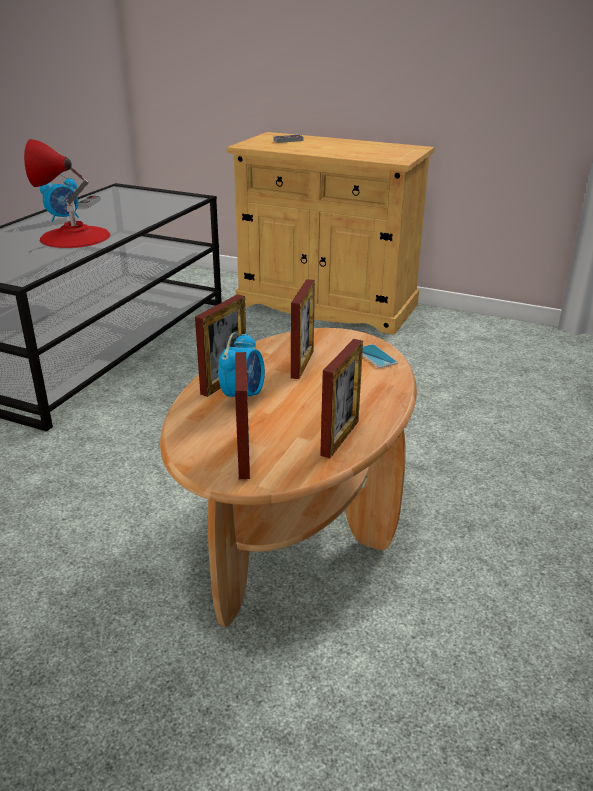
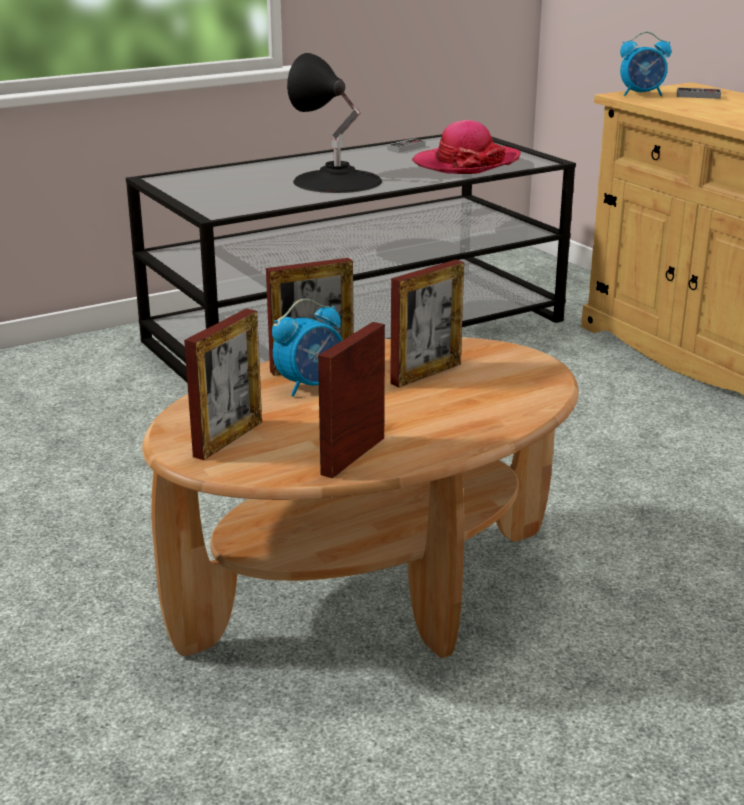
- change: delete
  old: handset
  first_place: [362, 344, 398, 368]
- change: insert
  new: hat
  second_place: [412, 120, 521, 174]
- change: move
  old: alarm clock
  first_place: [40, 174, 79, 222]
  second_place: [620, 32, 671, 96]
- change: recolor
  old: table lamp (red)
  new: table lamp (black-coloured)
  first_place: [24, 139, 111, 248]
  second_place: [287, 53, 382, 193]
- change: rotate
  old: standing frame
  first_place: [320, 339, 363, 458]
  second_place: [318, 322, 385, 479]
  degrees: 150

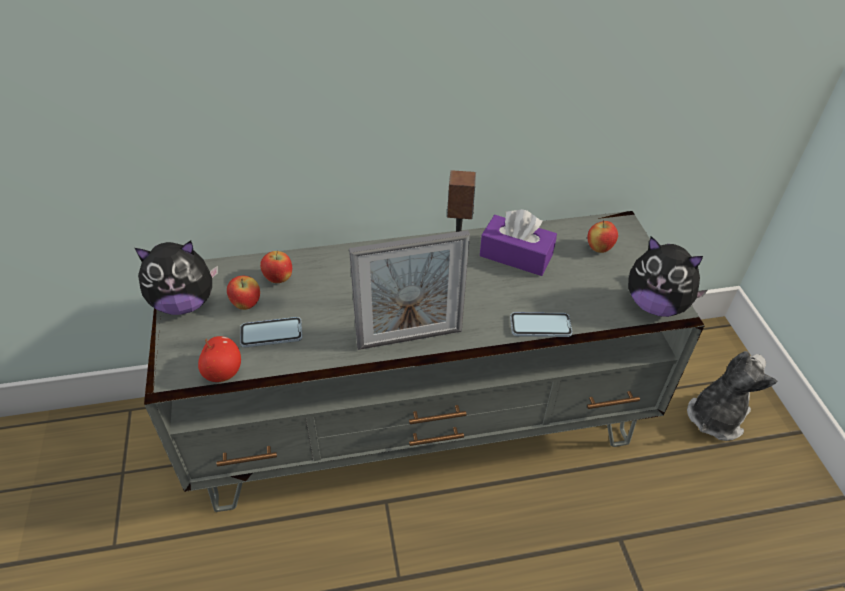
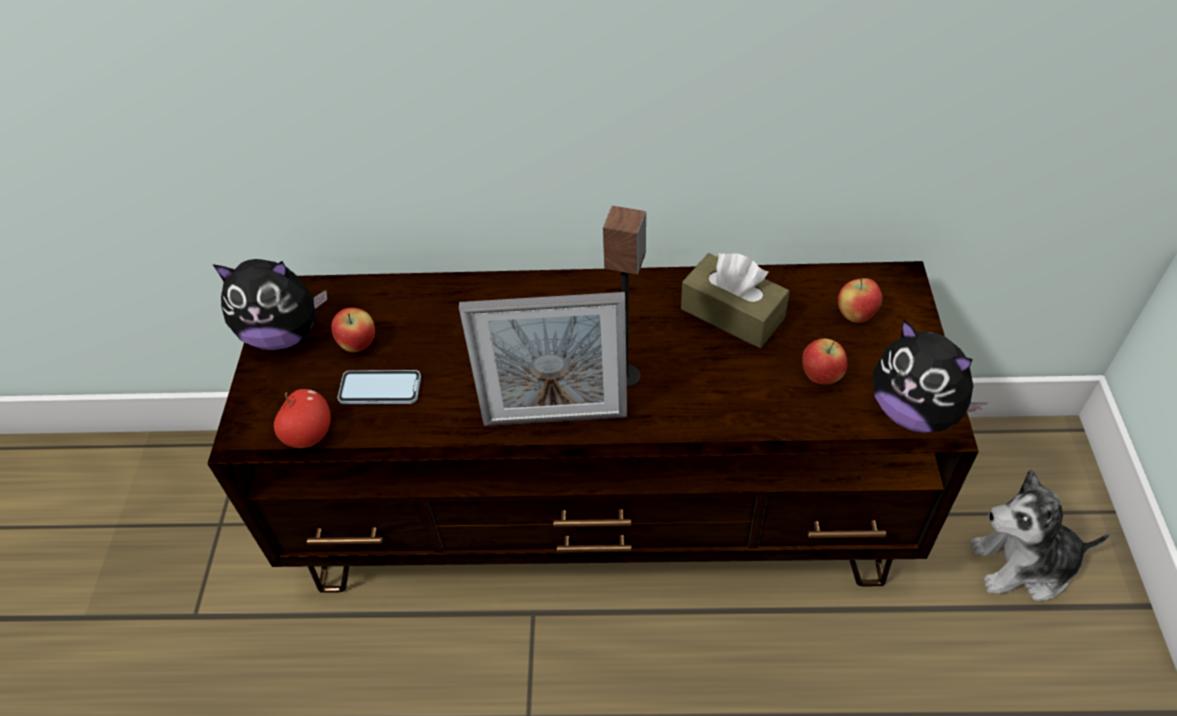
- change: delete
  old: handset
  first_place: [510, 312, 572, 337]
- change: move
  old: apple fruit
  first_place: [260, 251, 292, 283]
  second_place: [802, 339, 847, 384]
- change: recolor
  old: tv unit (gray)
  new: tv unit (brown-coloured)
  first_place: [144, 211, 704, 512]
  second_place: [208, 261, 979, 593]
- change: recolor
  old: tissue box (purplish)
  new: tissue box (brown-coloured)
  first_place: [480, 209, 557, 276]
  second_place: [681, 253, 790, 348]
- change: rotate
  old: soft toy
  first_place: [687, 351, 777, 441]
  second_place: [970, 469, 1110, 601]
  degrees: -150

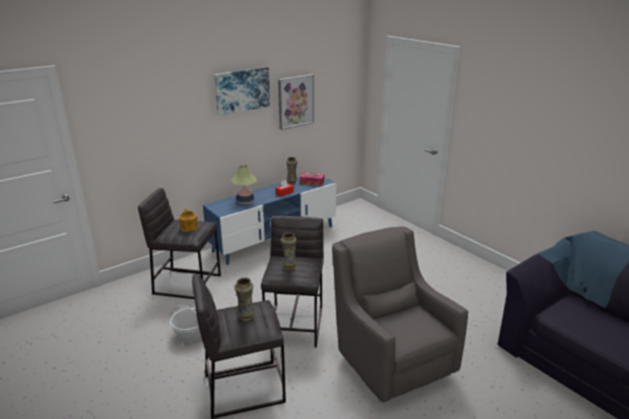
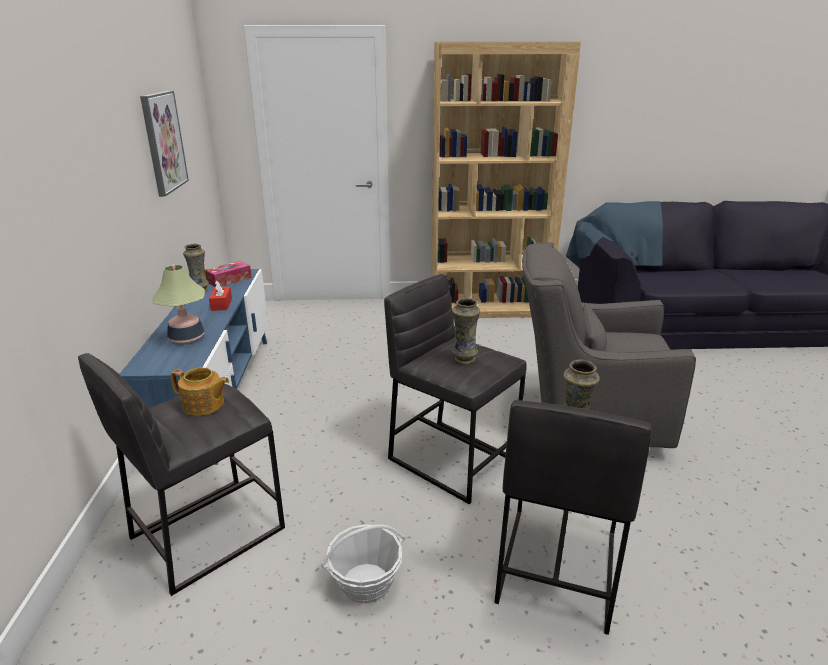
- change: delete
  old: wall picture
  first_place: [214, 67, 270, 116]
- change: insert
  new: shelving unit (brown-coloured)
  second_place: [431, 41, 581, 318]

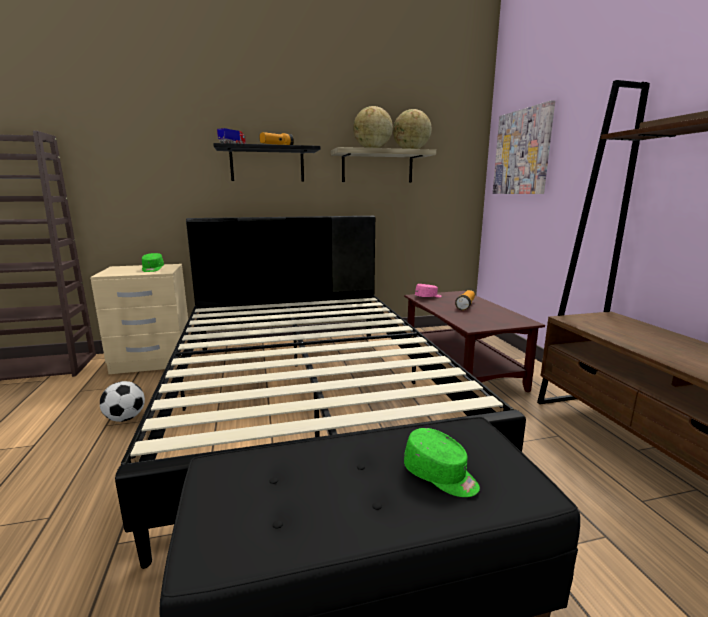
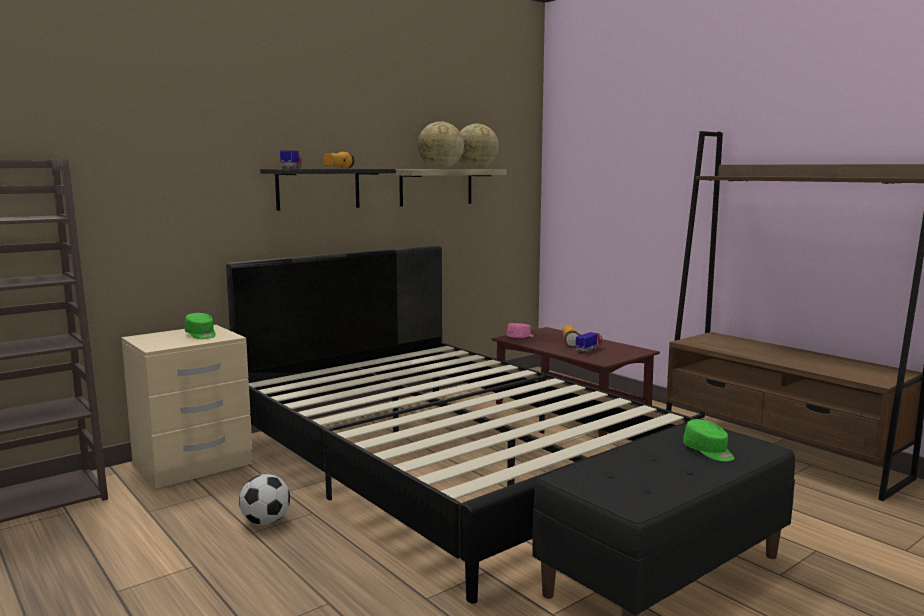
- change: delete
  old: wall picture
  first_place: [493, 100, 555, 194]
- change: insert
  new: toy lorry
  second_place: [575, 332, 602, 353]
- change: rotate
  old: baseball cap (greenish)
  first_place: [404, 428, 480, 497]
  second_place: [683, 419, 735, 462]
  degrees: 45

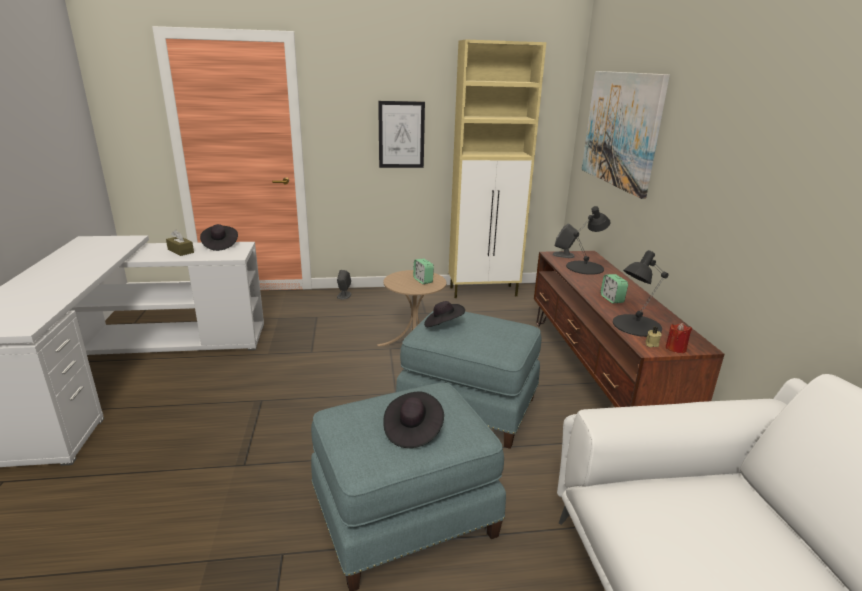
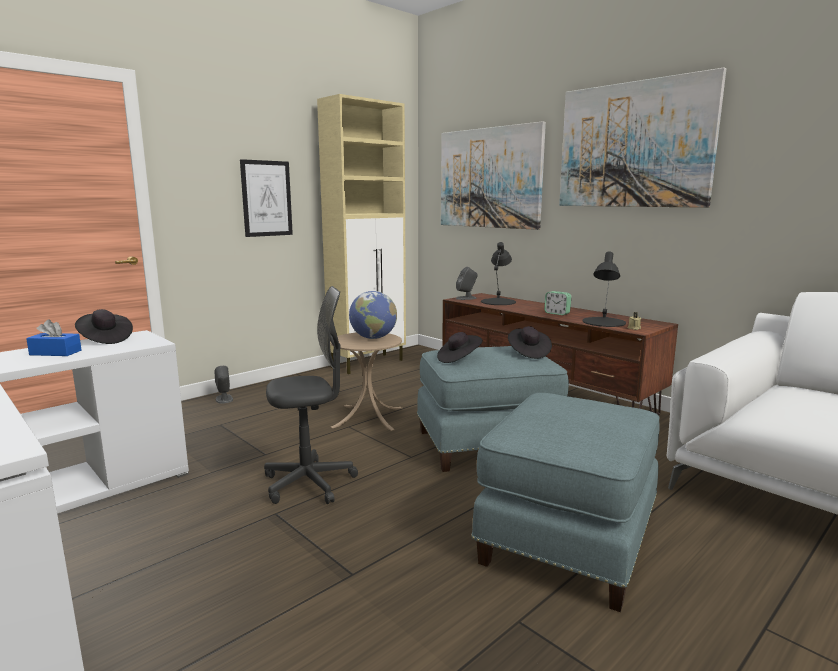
- change: delete
  old: wax light (red)
  first_place: [666, 323, 692, 353]
- change: insert
  new: desk chair (gray)
  second_place: [264, 286, 358, 504]
- change: insert
  new: wall picture
  second_place: [559, 68, 726, 208]
- change: move
  old: hat (black-coloured)
  first_place: [383, 391, 444, 448]
  second_place: [508, 326, 552, 359]
- change: replace
  old: alarm clock
  new: world globe
  first_place: [413, 258, 434, 284]
  second_place: [349, 291, 397, 339]
- change: recolor
  old: tissue box (brown-coloured)
  new: tissue box (bluish)
  first_place: [166, 230, 194, 256]
  second_place: [26, 319, 82, 356]

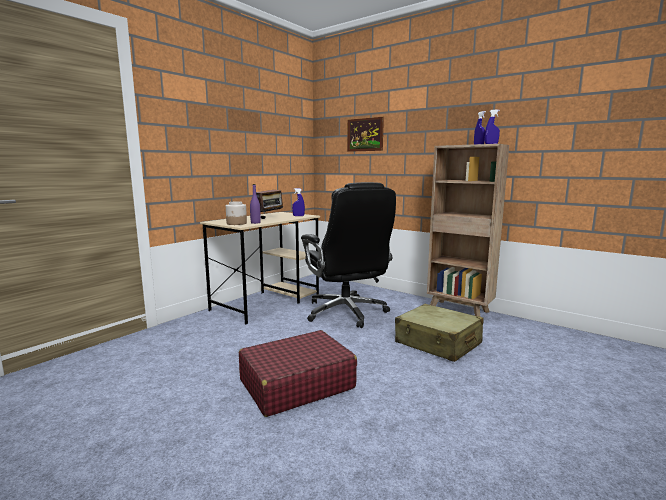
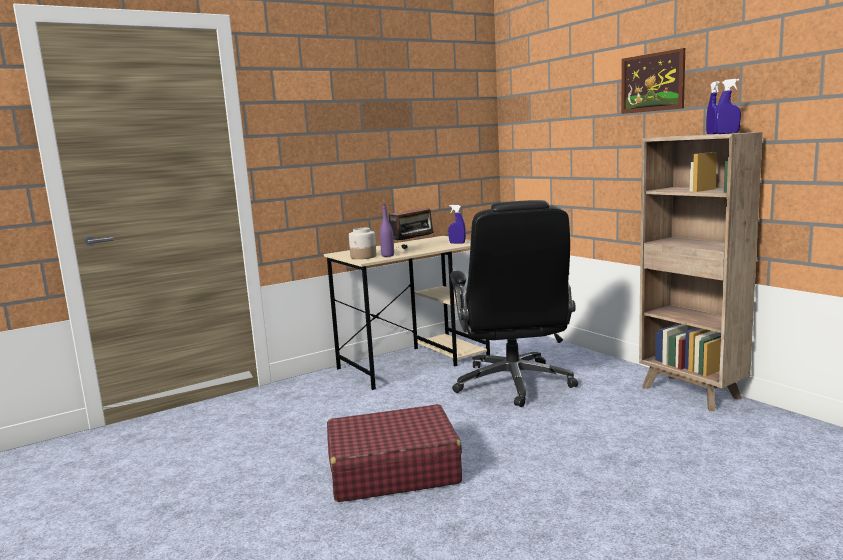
- change: delete
  old: travel case (beige)
  first_place: [395, 304, 483, 362]
- change: move
  old: wall picture
  first_place: [347, 117, 384, 152]
  second_place: [621, 48, 685, 114]

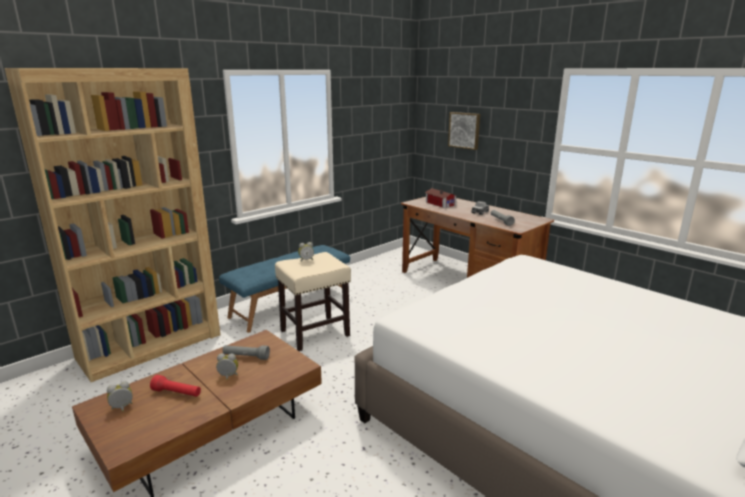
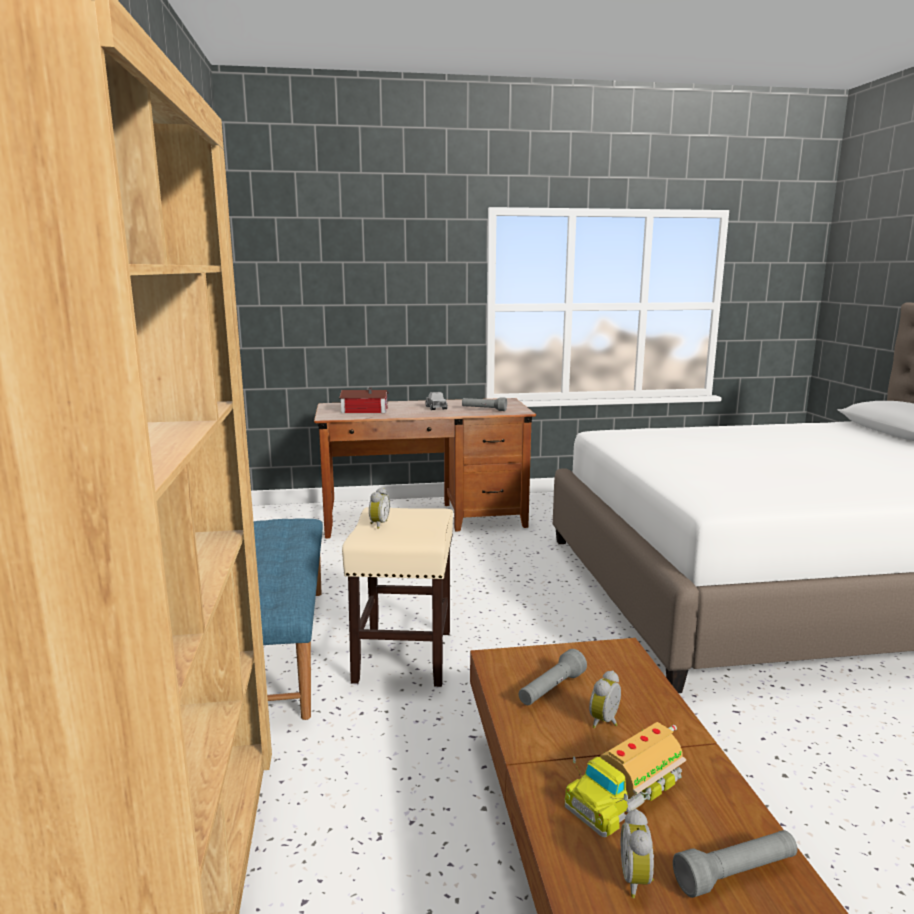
- change: delete
  old: wall picture
  first_place: [448, 112, 480, 150]
- change: insert
  new: flashlight (gray)
  second_place: [673, 830, 797, 898]
- change: replace
  old: flashlight (red)
  new: toy lorry
  first_place: [150, 375, 201, 397]
  second_place: [565, 722, 686, 837]

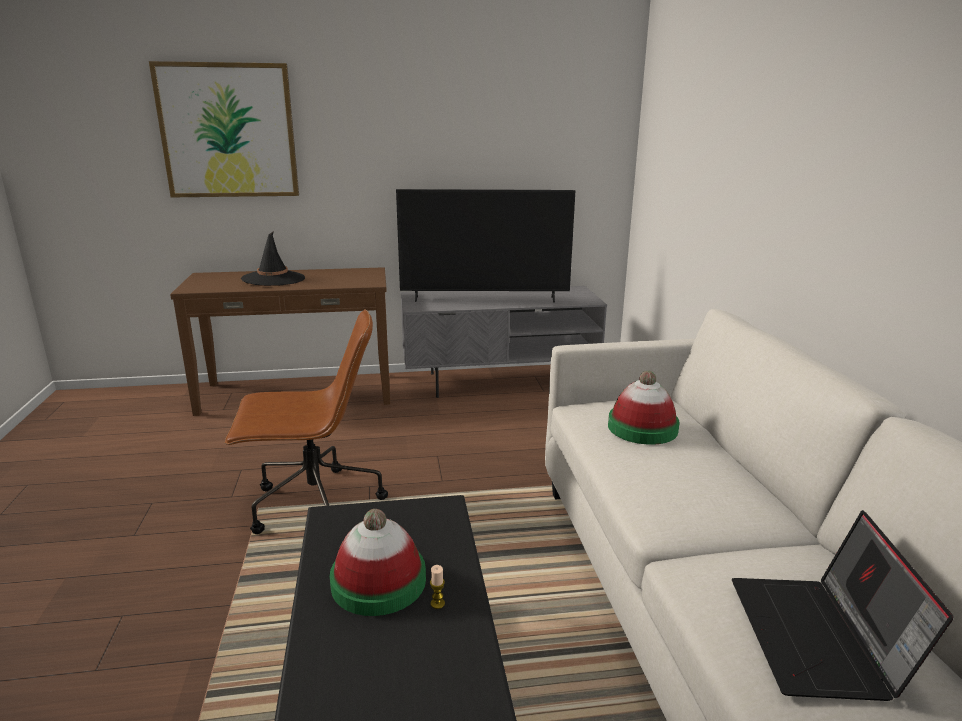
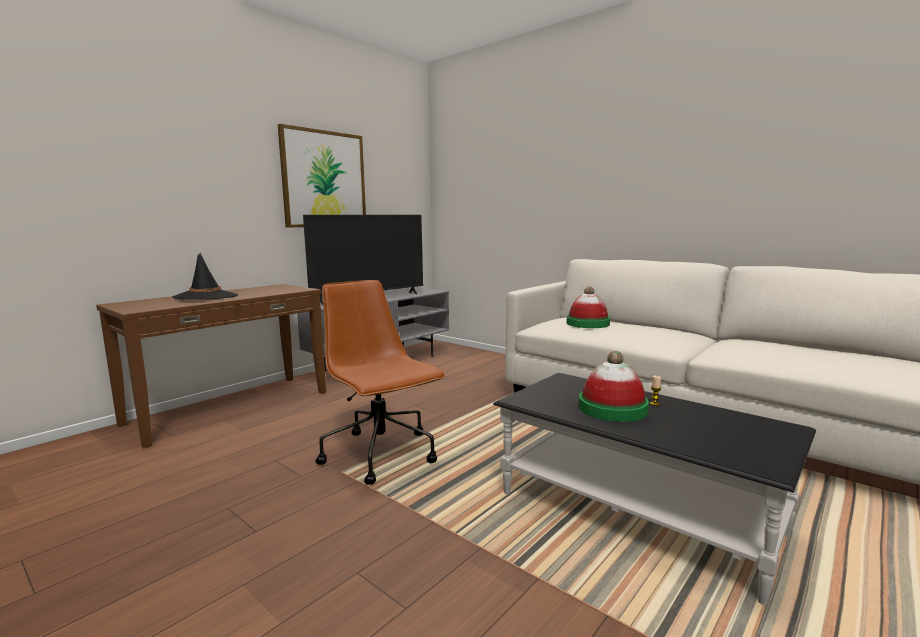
- change: delete
  old: laptop
  first_place: [732, 510, 954, 701]
- change: move
  old: wall picture
  first_place: [149, 61, 299, 197]
  second_place: [278, 124, 366, 228]
- change: rotate
  old: desk chair (brown-coloured)
  first_place: [225, 309, 388, 534]
  second_place: [316, 280, 446, 485]
  degrees: -75

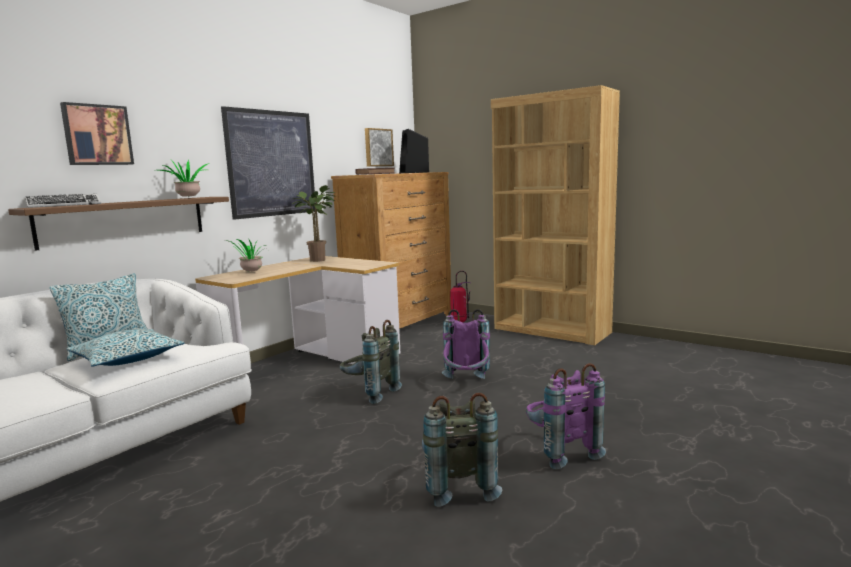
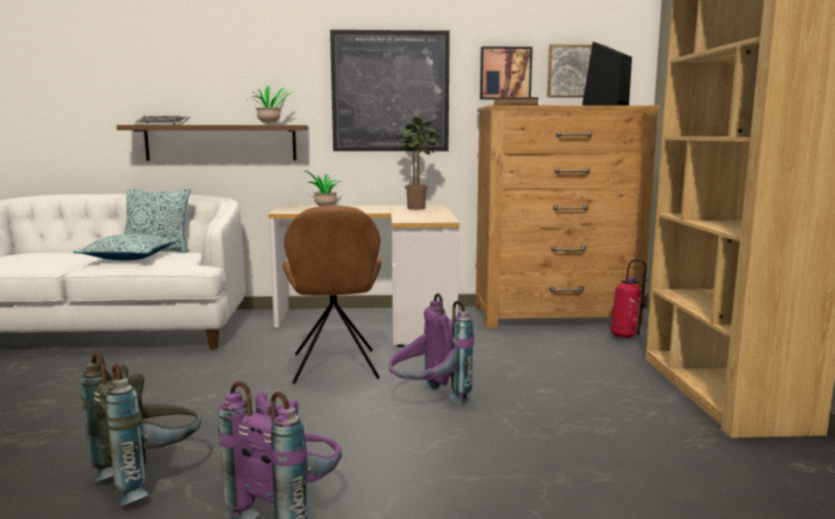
- change: move
  old: wall picture
  first_place: [60, 102, 134, 165]
  second_place: [480, 46, 533, 100]
- change: replace
  old: rucksack (gray)
  new: chair (brown-coloured)
  first_place: [340, 320, 402, 404]
  second_place: [283, 205, 381, 384]

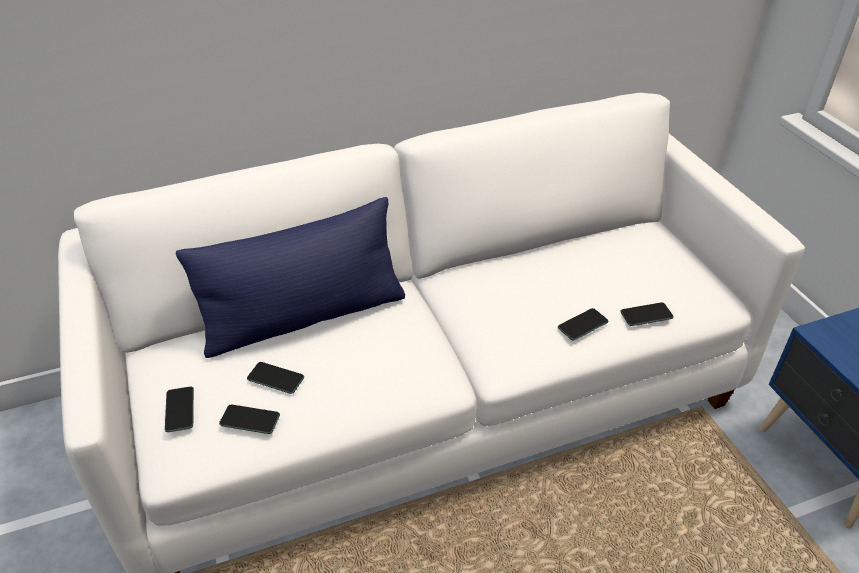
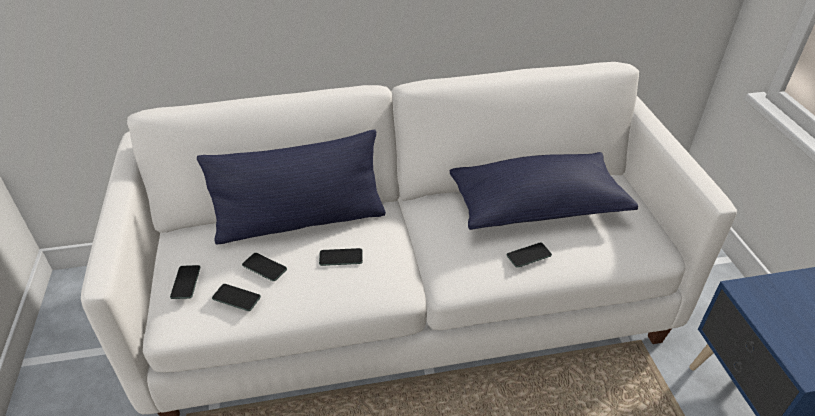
- change: insert
  new: pillow (bluish)
  second_place: [449, 152, 638, 230]
- change: move
  old: handset
  first_place: [620, 302, 674, 326]
  second_place: [319, 248, 363, 266]

